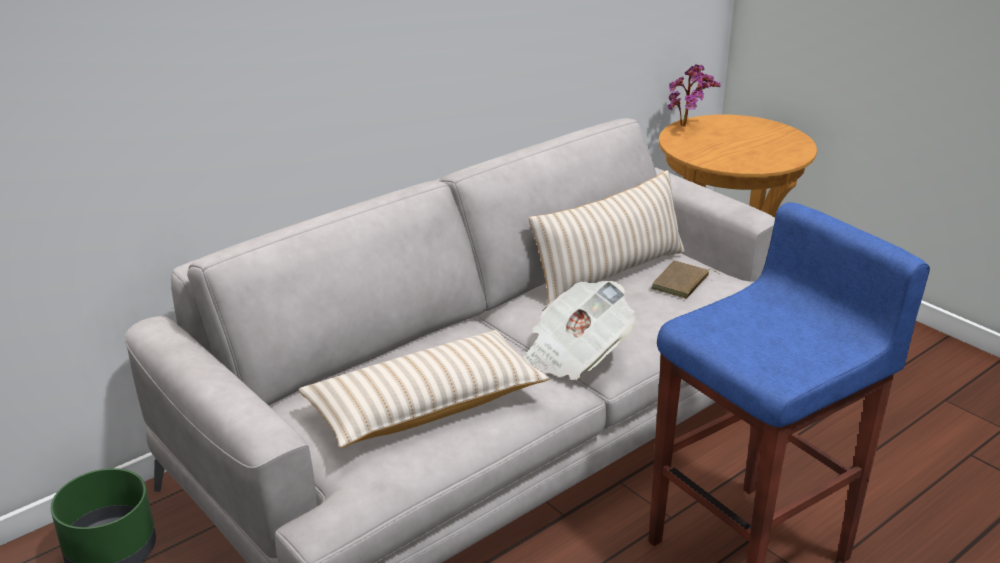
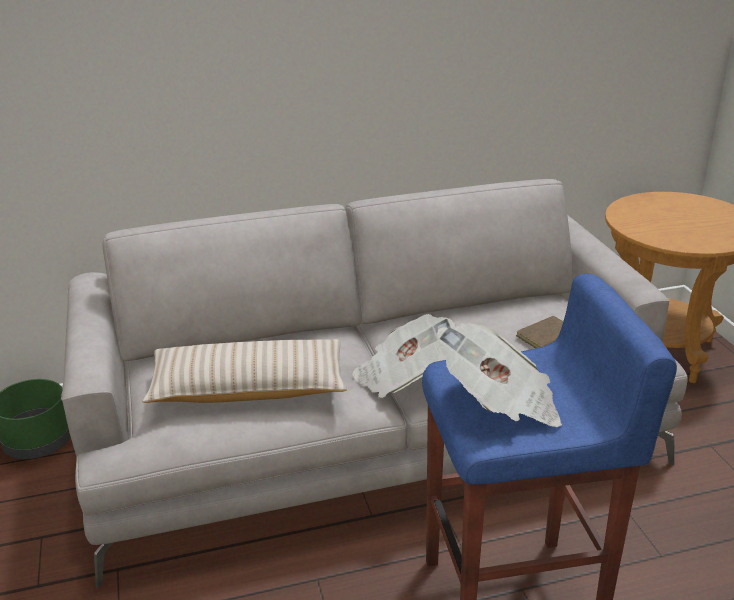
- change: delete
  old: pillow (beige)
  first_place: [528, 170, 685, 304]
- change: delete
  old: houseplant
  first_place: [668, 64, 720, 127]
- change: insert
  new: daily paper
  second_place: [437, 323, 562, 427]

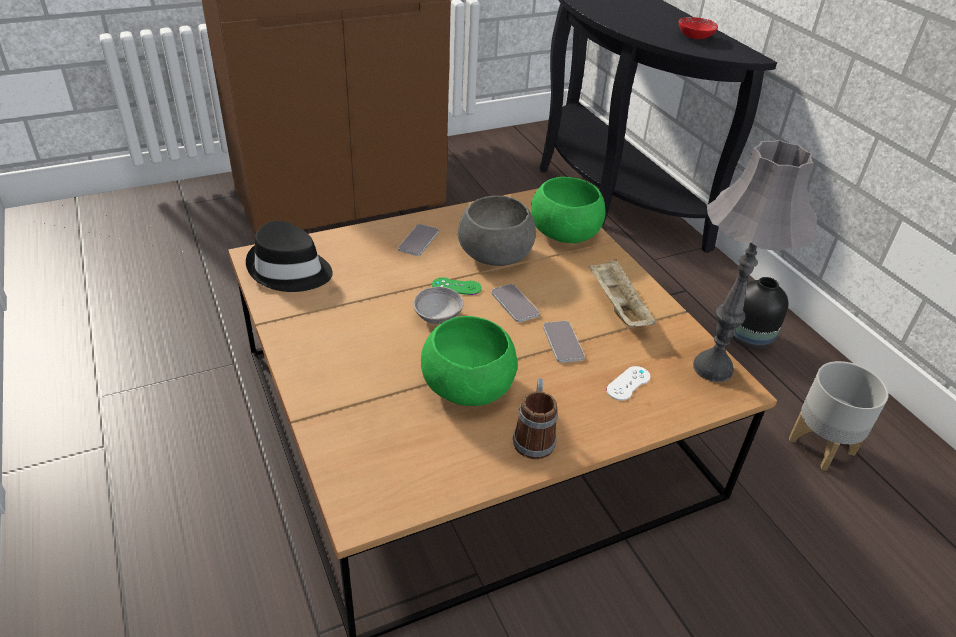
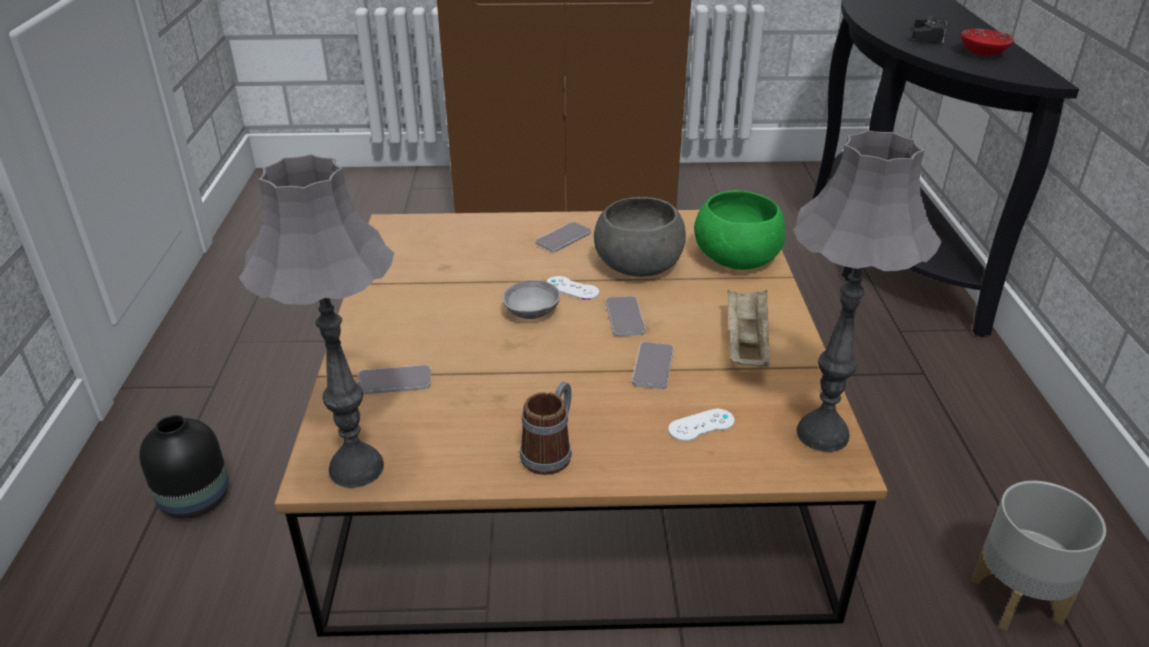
- change: delete
  old: hat (black-coloured)
  first_place: [246, 221, 333, 292]
- change: delete
  old: bowl (greenish)
  first_place: [421, 316, 518, 406]
- change: insert
  new: table lamp (gray)
  second_place: [239, 154, 394, 488]
- change: insert
  new: handset
  second_place: [357, 365, 431, 394]
- change: insert
  new: game controller (black-coloured)
  second_place: [912, 16, 947, 43]
- change: move
  old: vase (black-coloured)
  first_place: [732, 277, 788, 349]
  second_place: [139, 415, 229, 519]
- change: recolor
  old: game controller (greenish)
  new: game controller (white-coloured)
  first_place: [432, 277, 482, 295]
  second_place: [547, 276, 599, 300]

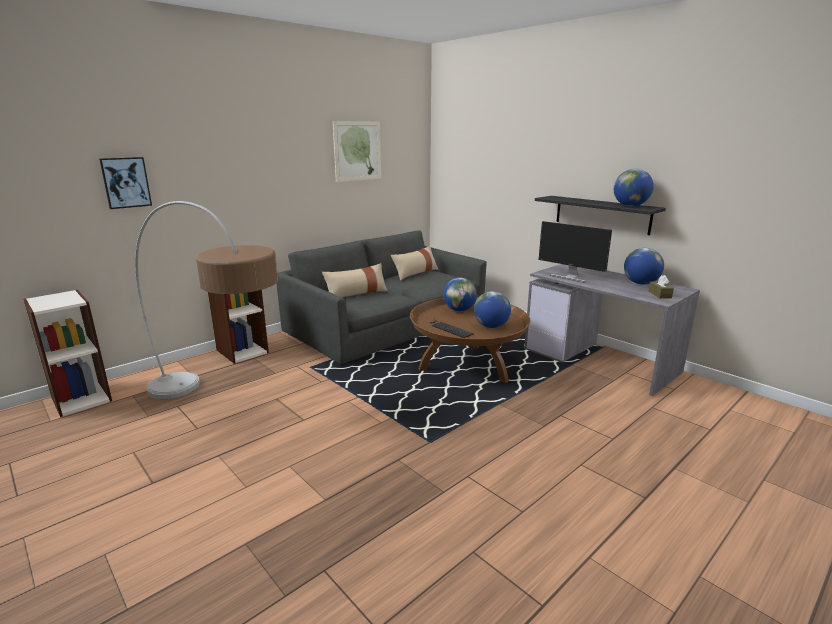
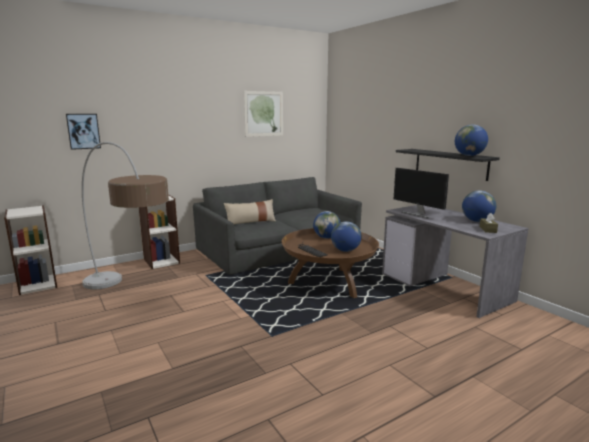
- change: delete
  old: pillow (beige)
  first_place: [391, 246, 438, 280]

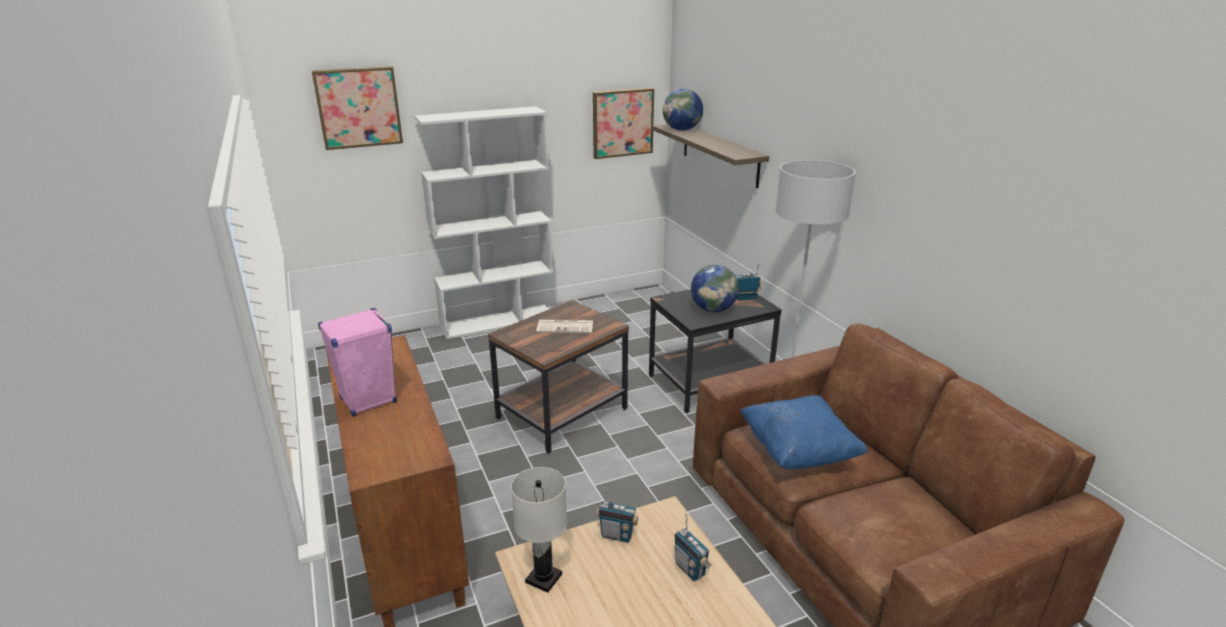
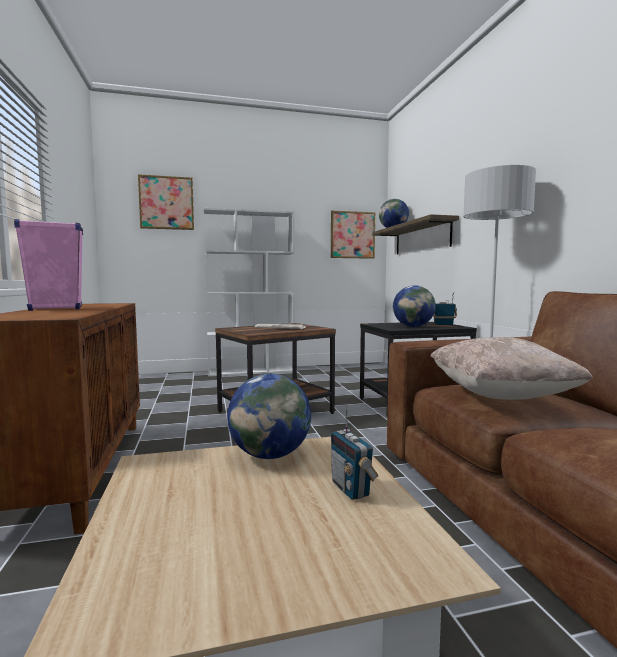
- change: delete
  old: table lamp (white-coloured)
  first_place: [511, 467, 567, 593]
- change: replace
  old: radio
  new: world globe
  first_place: [596, 487, 638, 543]
  second_place: [227, 374, 311, 459]
- change: recolor
  old: pillow (bluish)
  new: pillow (beige)
  first_place: [740, 395, 868, 469]
  second_place: [430, 337, 593, 400]

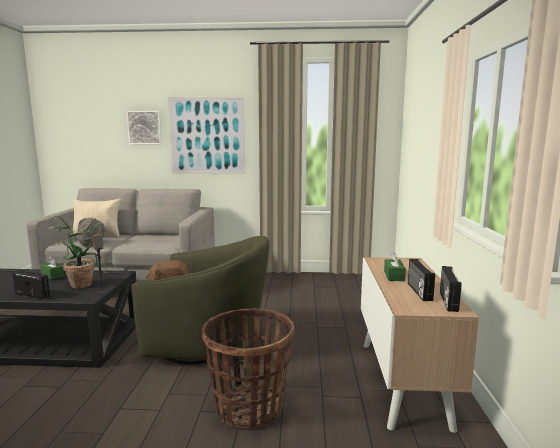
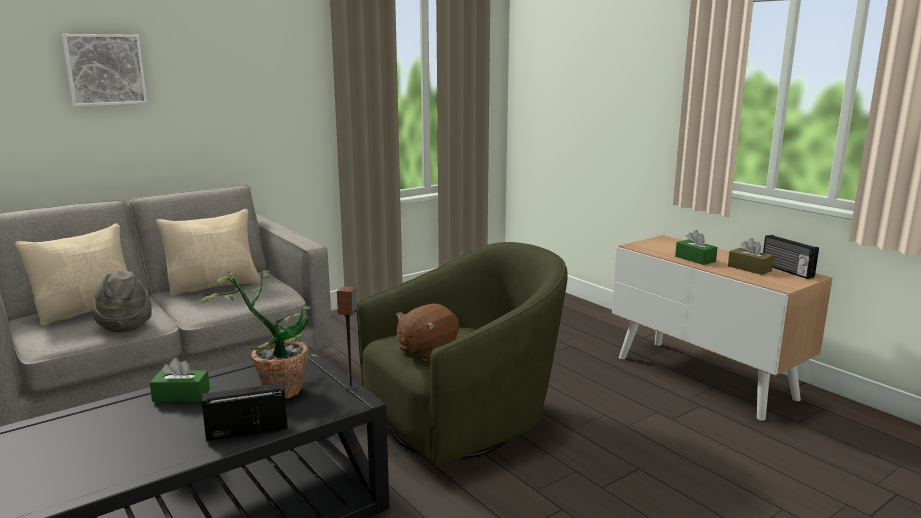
- change: delete
  old: wall picture
  first_place: [168, 97, 245, 174]
- change: delete
  old: household basket
  first_place: [202, 308, 295, 429]
- change: insert
  new: pillow (beige)
  second_place: [156, 209, 260, 296]
- change: replace
  old: radio
  new: tissue box (brown-coloured)
  first_place: [408, 259, 435, 301]
  second_place: [728, 238, 774, 275]

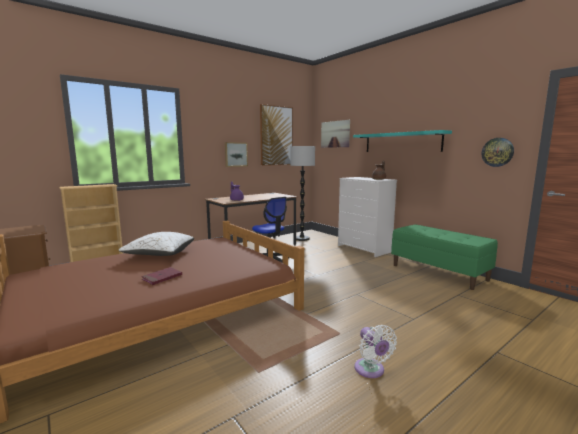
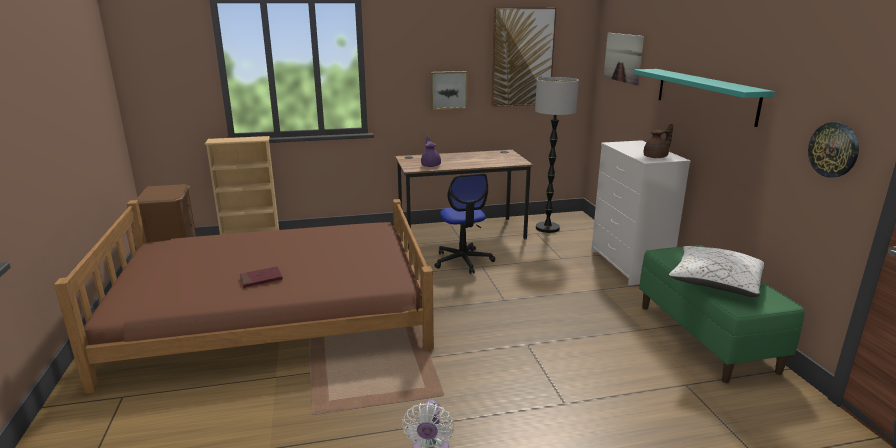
- change: move
  old: pillow (white-coloured)
  first_place: [119, 232, 194, 256]
  second_place: [669, 246, 765, 297]

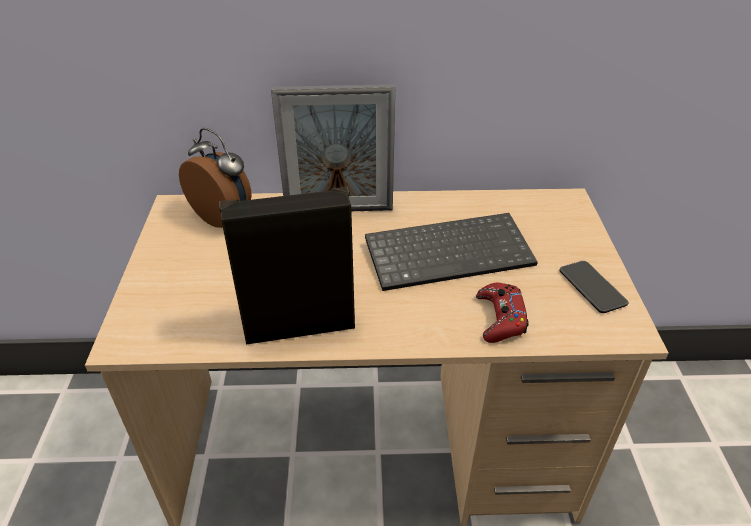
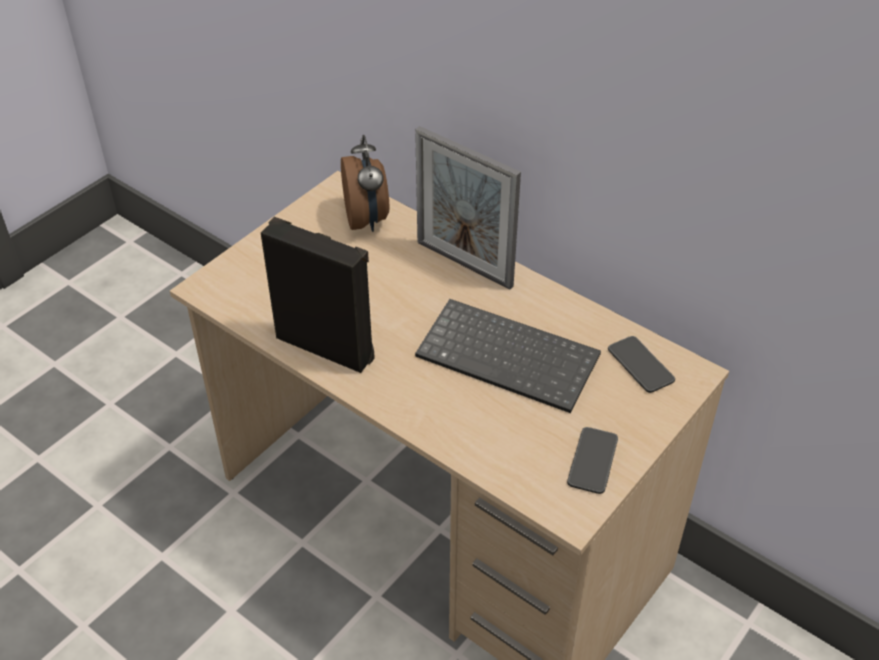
- change: delete
  old: game controller (red)
  first_place: [476, 283, 529, 343]
- change: insert
  new: handset
  second_place: [608, 336, 675, 393]

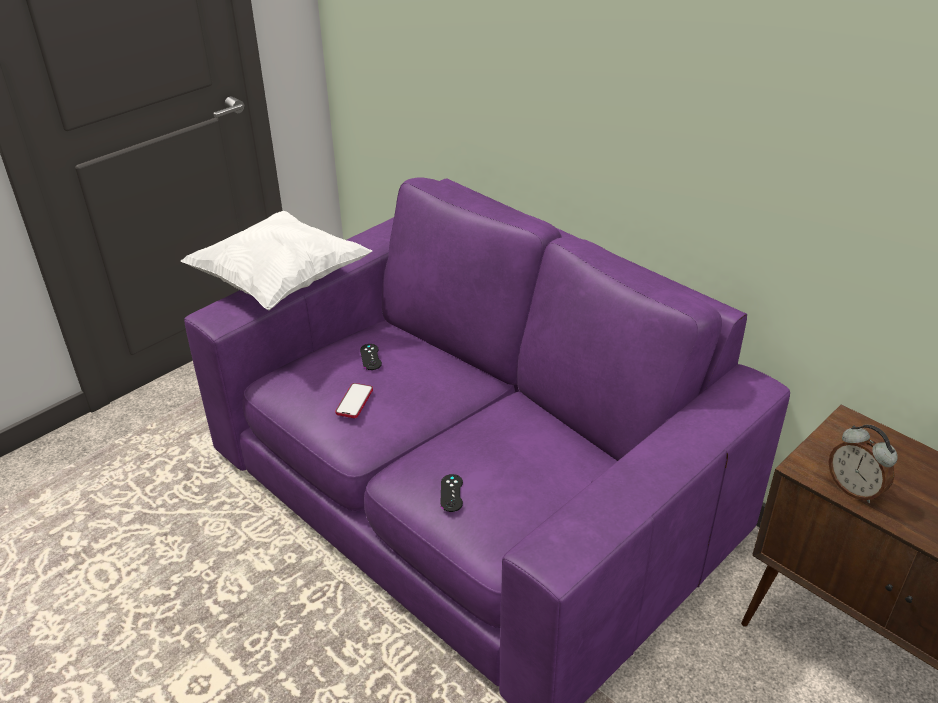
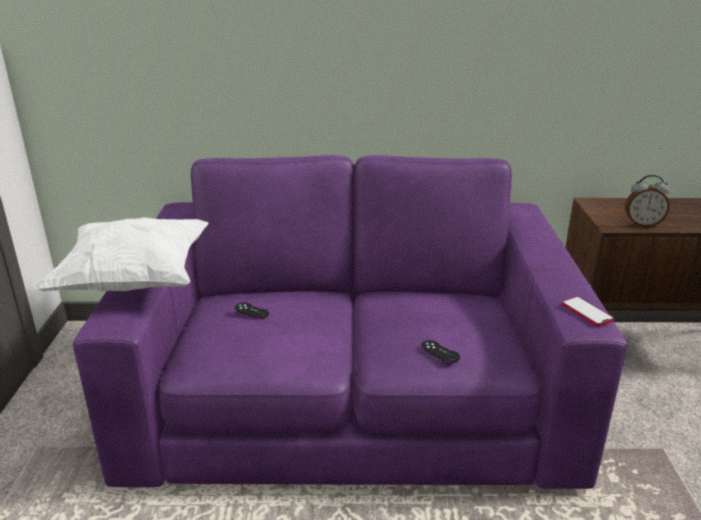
- change: move
  old: handset
  first_place: [335, 383, 373, 418]
  second_place: [562, 296, 614, 327]

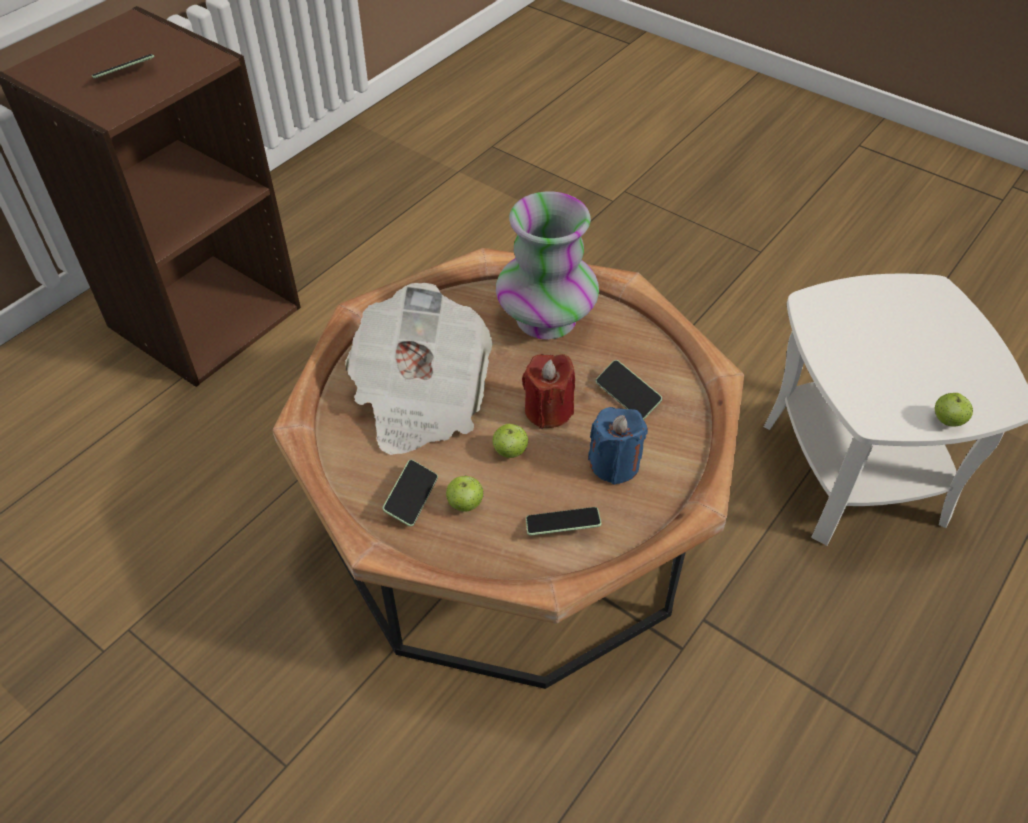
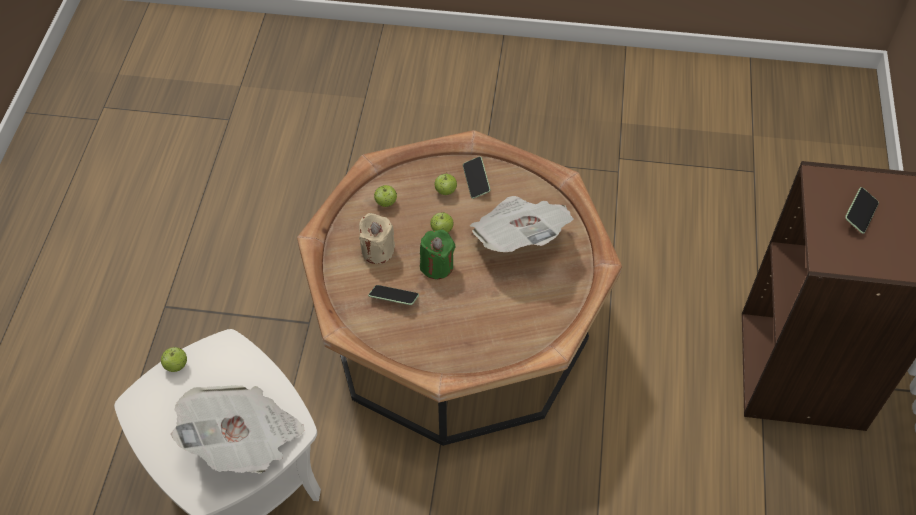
- change: delete
  old: vase
  first_place: [496, 191, 599, 339]
- change: insert
  new: daily paper
  second_place: [171, 385, 304, 473]
- change: replace
  old: handset
  new: apple fruit
  first_place: [526, 507, 602, 535]
  second_place: [374, 185, 397, 207]
- change: recolor
  old: wax light (red)
  new: wax light (greenish)
  first_place: [522, 354, 575, 429]
  second_place: [420, 230, 455, 279]
- change: recolor
  old: wax light (bluish)
  new: wax light (beige)
  first_place: [588, 407, 648, 485]
  second_place: [359, 213, 395, 264]

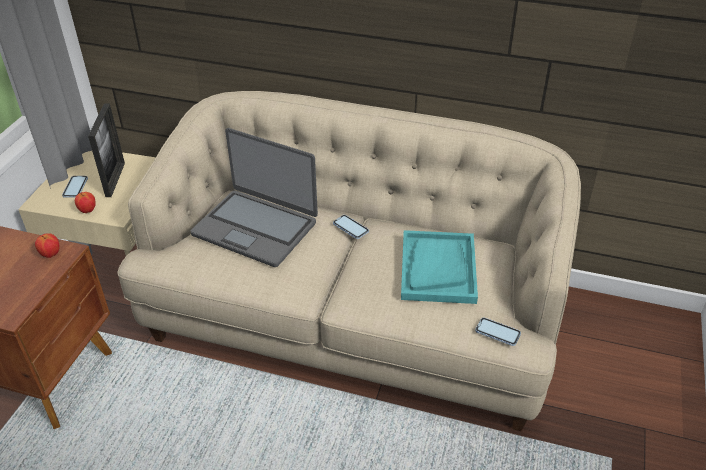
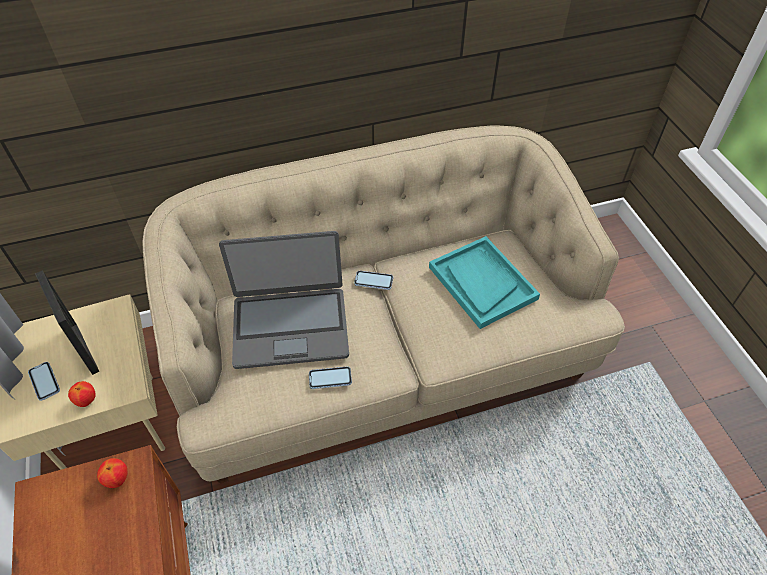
- change: move
  old: handset
  first_place: [475, 318, 521, 346]
  second_place: [309, 366, 352, 389]

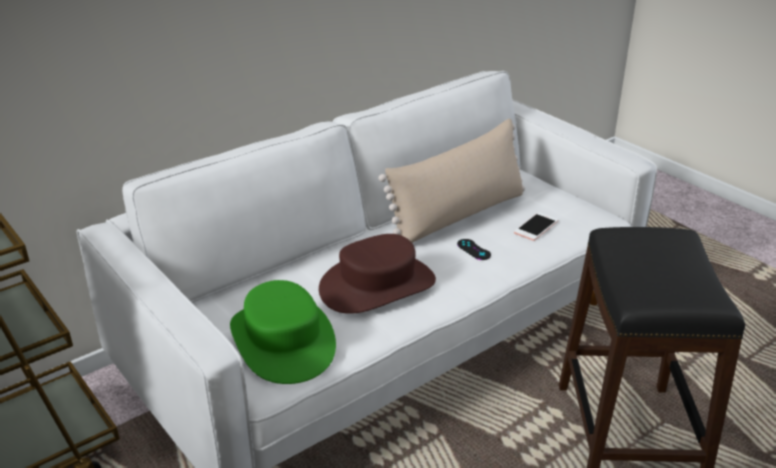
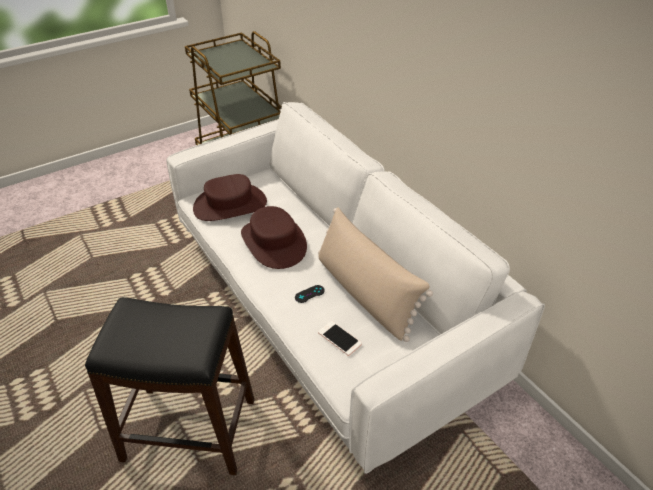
- change: recolor
  old: hat (greenish)
  new: hat (brown-coloured)
  first_place: [230, 280, 336, 384]
  second_place: [193, 174, 267, 221]

